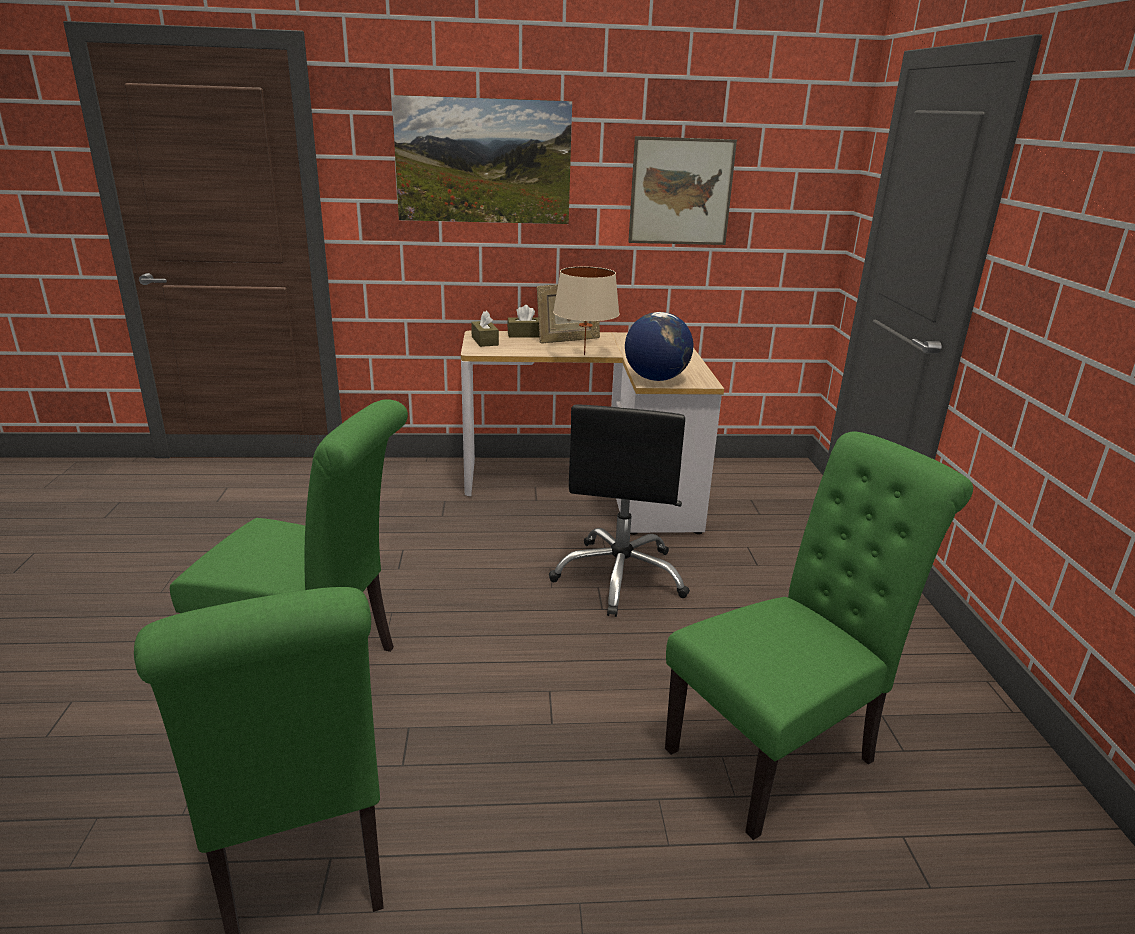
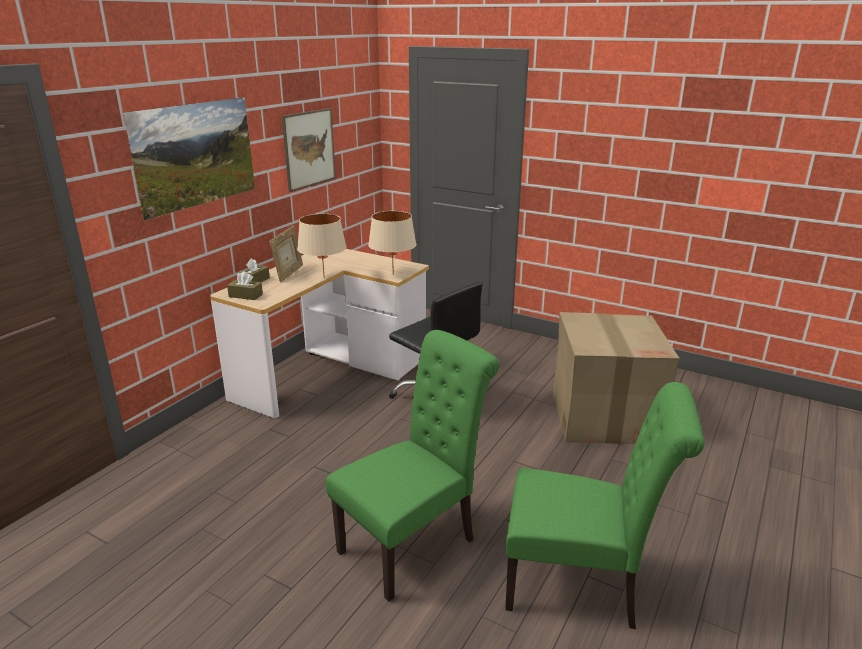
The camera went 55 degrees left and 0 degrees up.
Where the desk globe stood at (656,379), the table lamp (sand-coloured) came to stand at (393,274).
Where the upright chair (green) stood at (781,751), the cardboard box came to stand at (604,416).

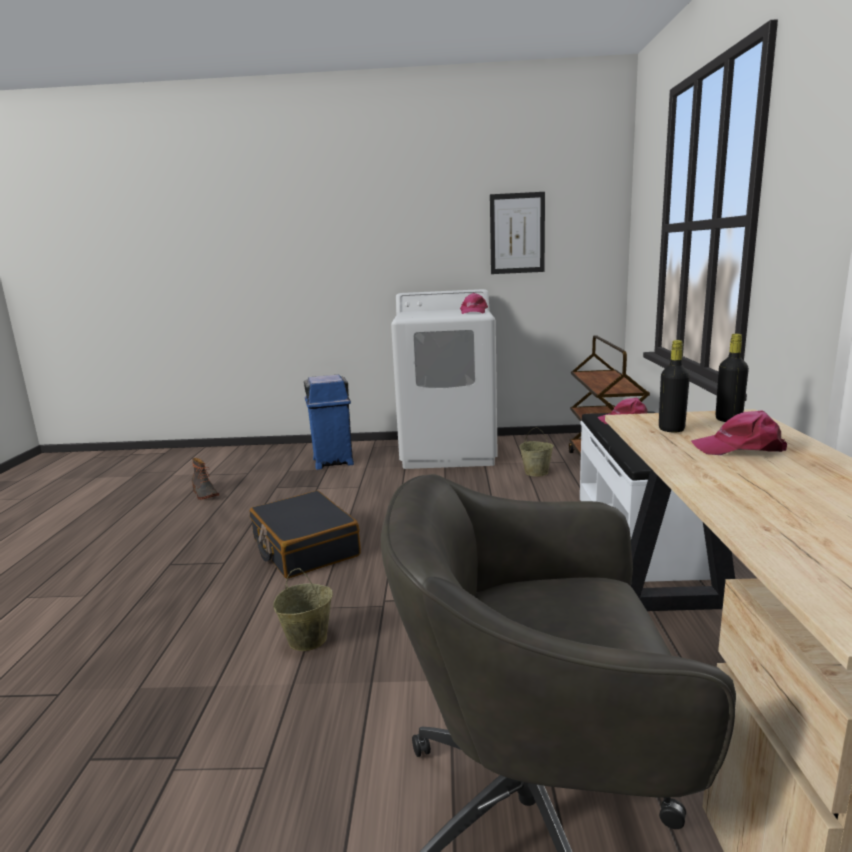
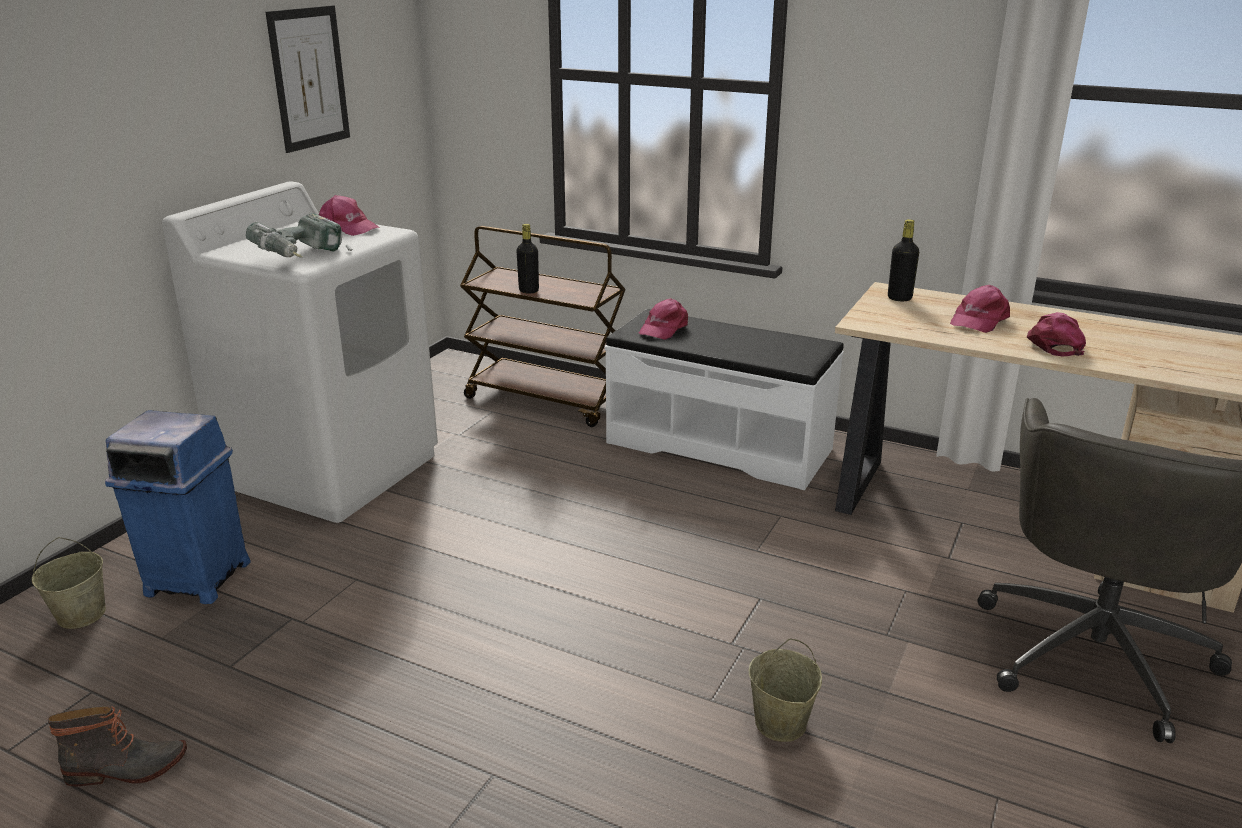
The camera went 65 degrees left and 10 degrees up.
The water bucket (sand-coloured) ended up elsewhere, having gone from (536,472) to (82,614).
The second view gained the drill at (304,258).
The drink bottle (blackish) ended up elsewhere, having gone from (671,429) to (529,291).
The second view gained the baseball cap (pink) at (1054,343).
The second view lost the suitcase (blackish) at (304,548).

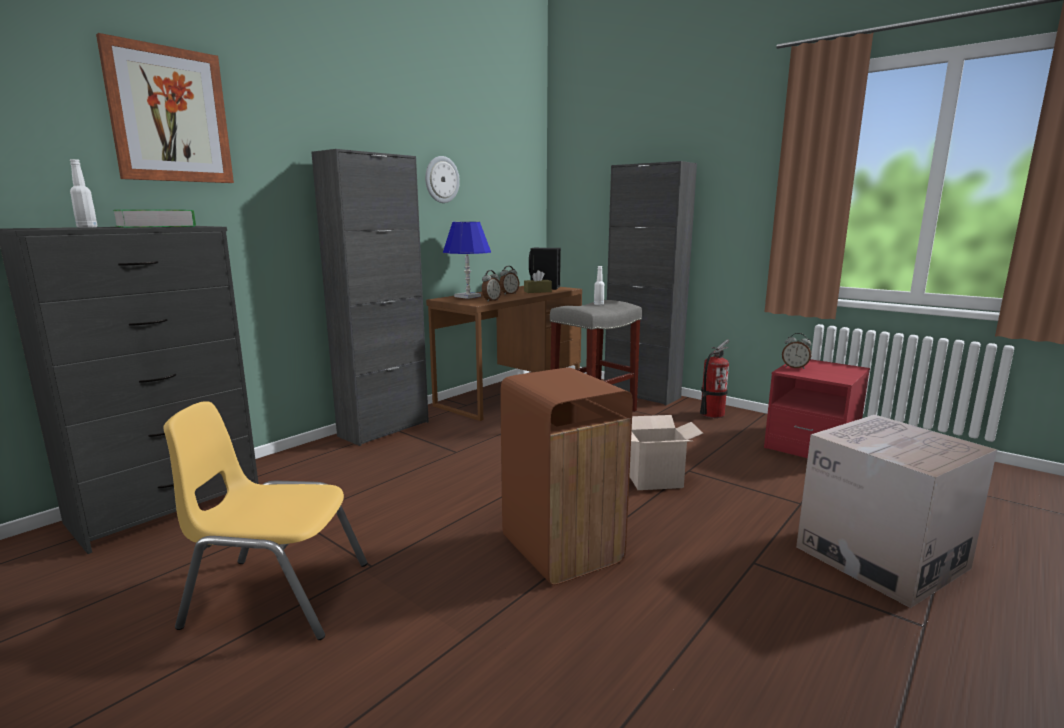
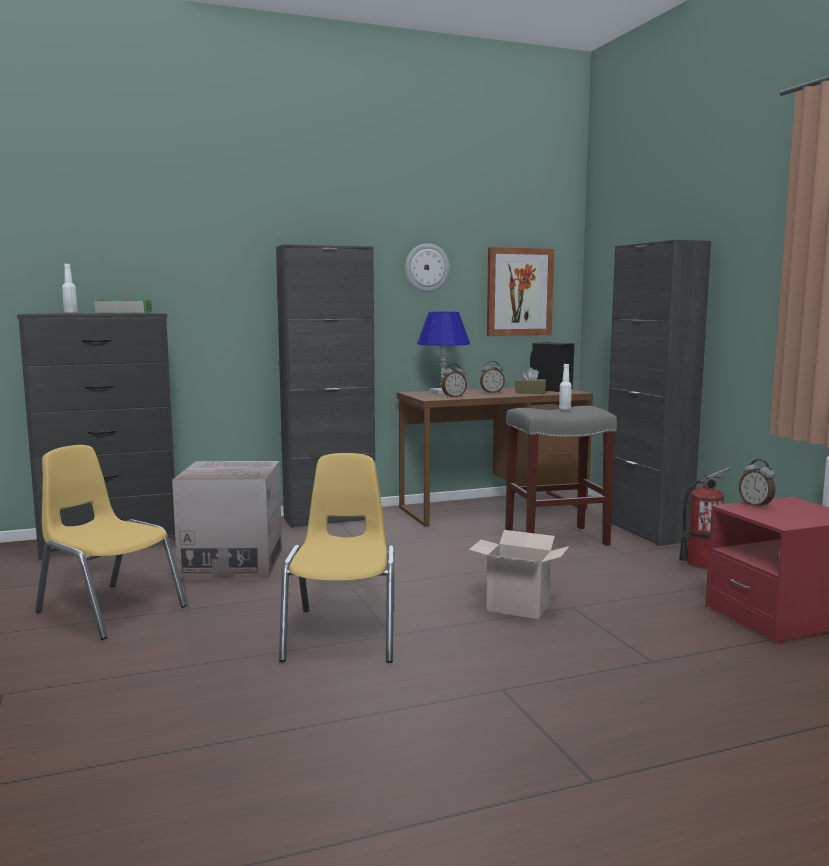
The camera went 30 degrees right and 5 degrees down.
The cardboard box ended up elsewhere, having gone from (880,557) to (232,563).
Where the trash can (brown) stood at (562,549), the upright chair (yellow) came to stand at (343,634).
The wall picture ended up elsewhere, having gone from (169,115) to (519,292).

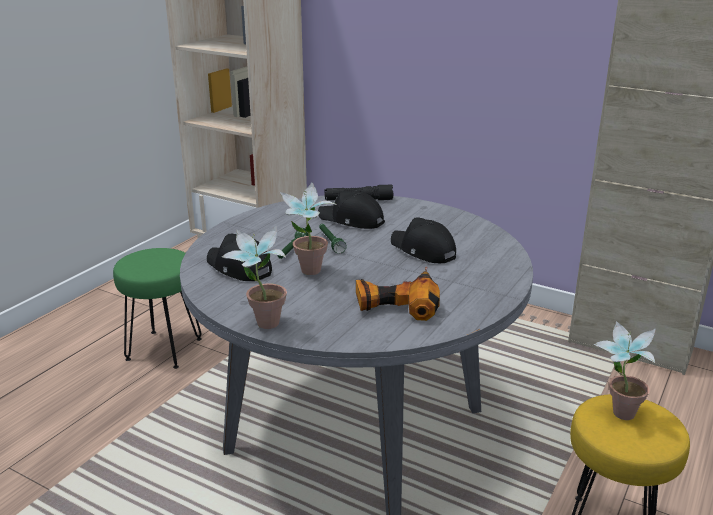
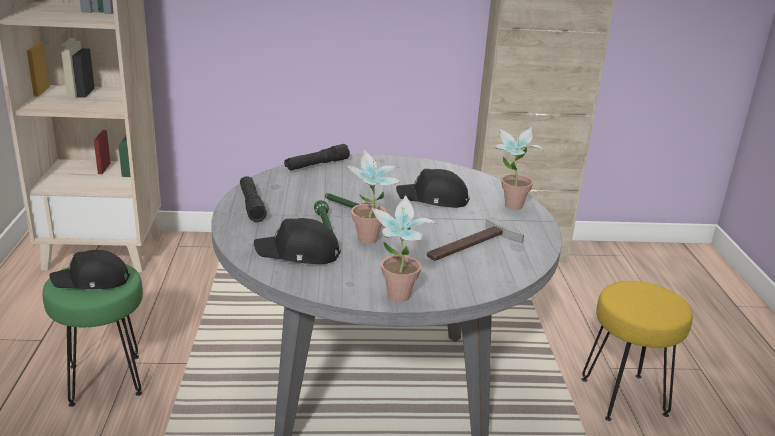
The camera went 35 degrees left and 0 degrees up.
The baseball cap (blackish) ended up elsewhere, having gone from (351,220) to (92,281).
The second view gained the hand torch (blackish) at (251,205).
Where the drill stood at (397,301), the hammer came to stand at (473,247).
The potted plant ended up elsewhere, having gone from (616,414) to (509,208).

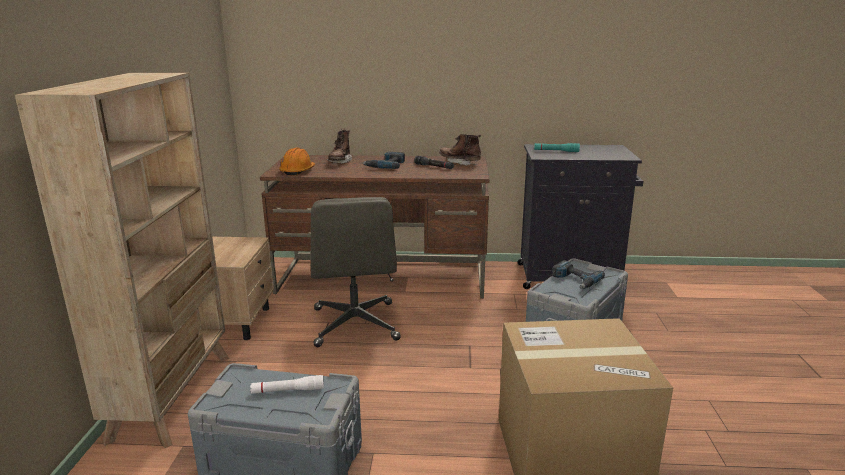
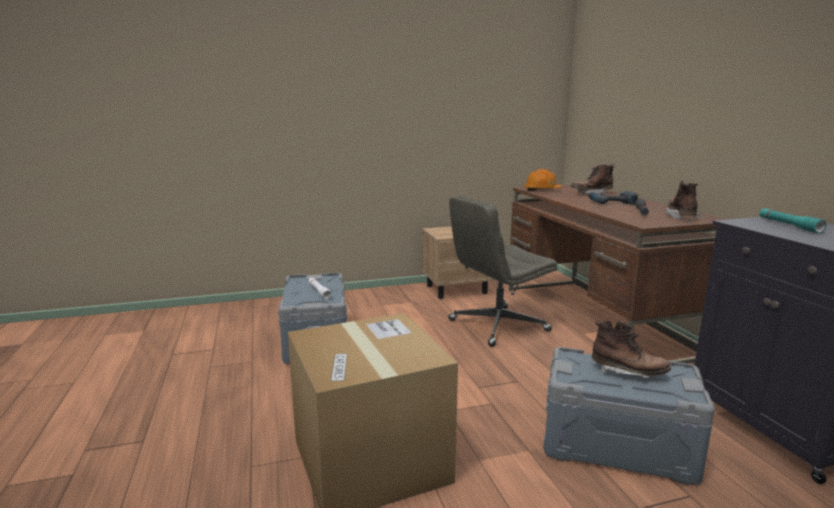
The camera went 70 degrees right and 5 degrees down.
Where the drill stood at (575,280), the boot (brown) came to stand at (628,372).
The second view lost the shelving unit (sand-coloured) at (173,395).

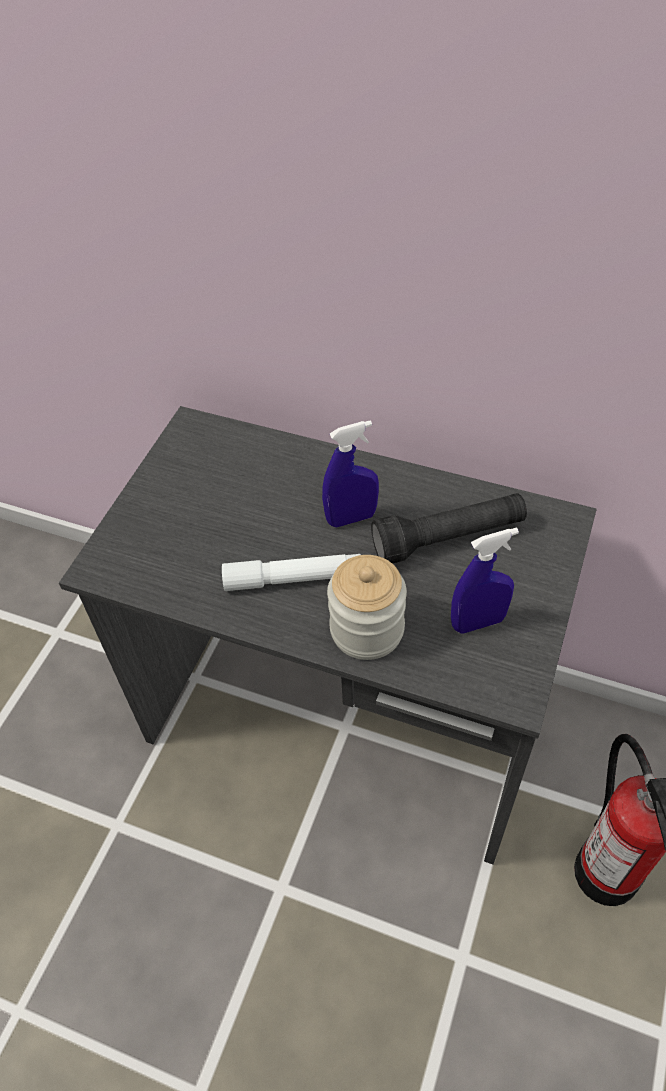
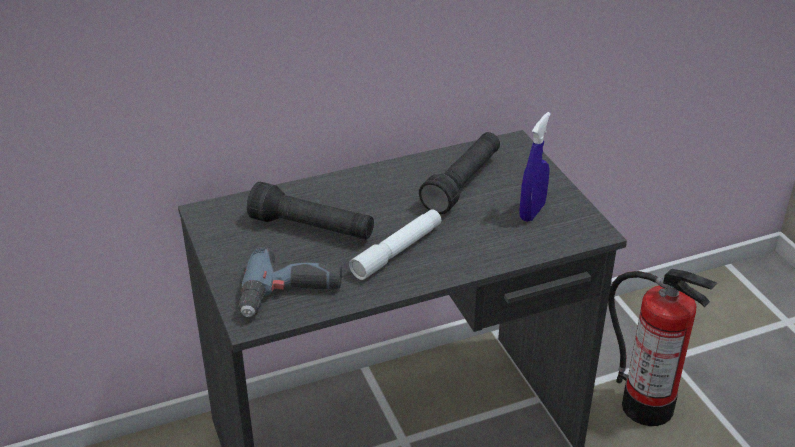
The camera went 45 degrees left and 15 degrees down.
The second view gained the drill at (290,295).
The second view gained the hand torch (blackish) at (312,228).
The second view lost the sprayer (blue-coloured) at (351,518).
The second view lost the jar at (367,629).

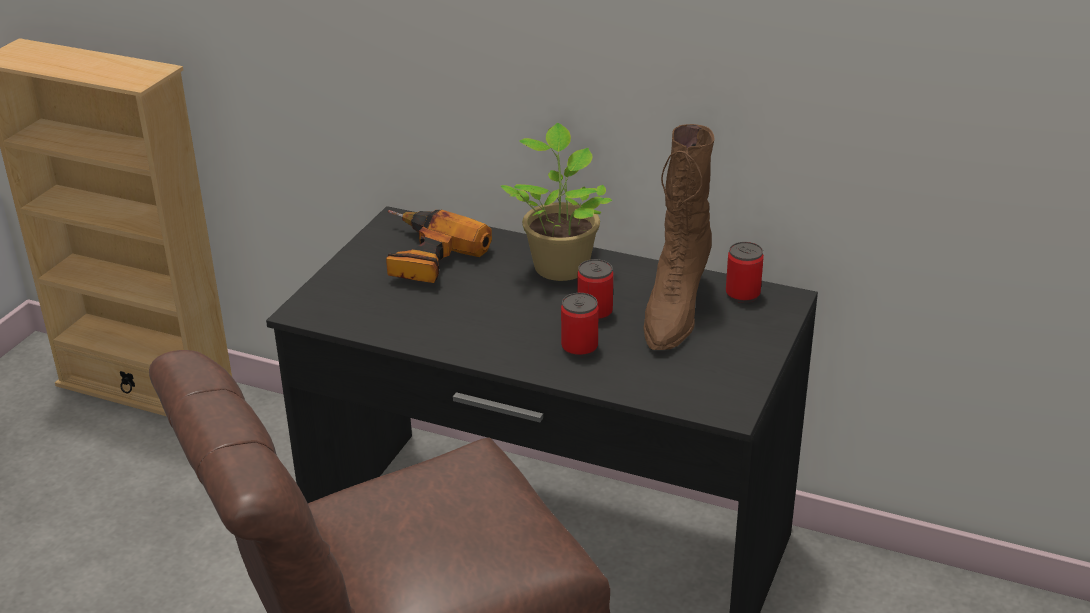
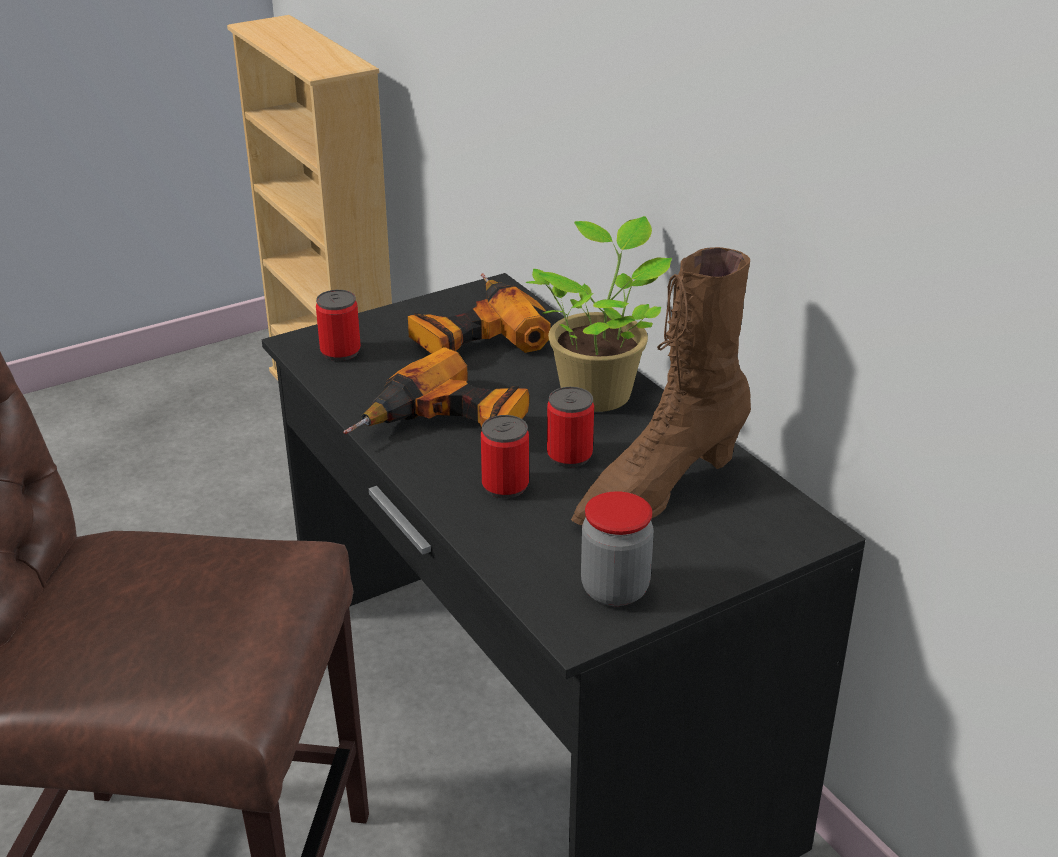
The camera went 35 degrees right and 0 degrees up.
The sealed can ended up elsewhere, having gone from (742,294) to (340,352).
The second view gained the drill at (446,426).
The second view gained the jar at (615,589).

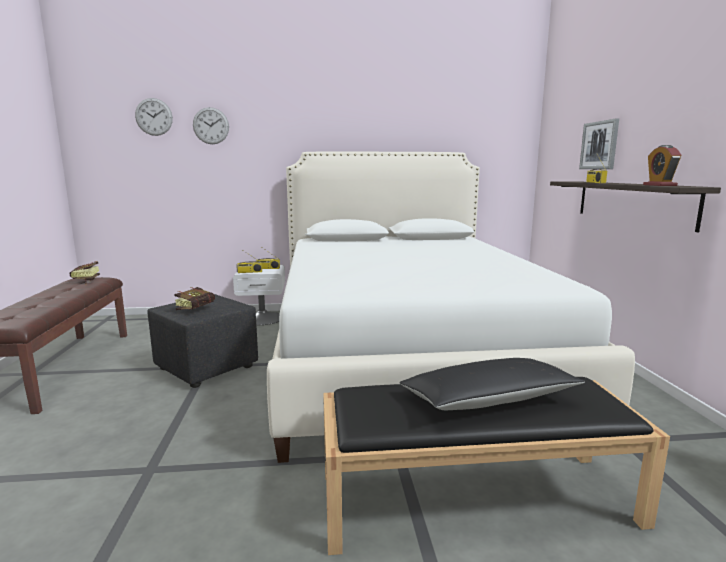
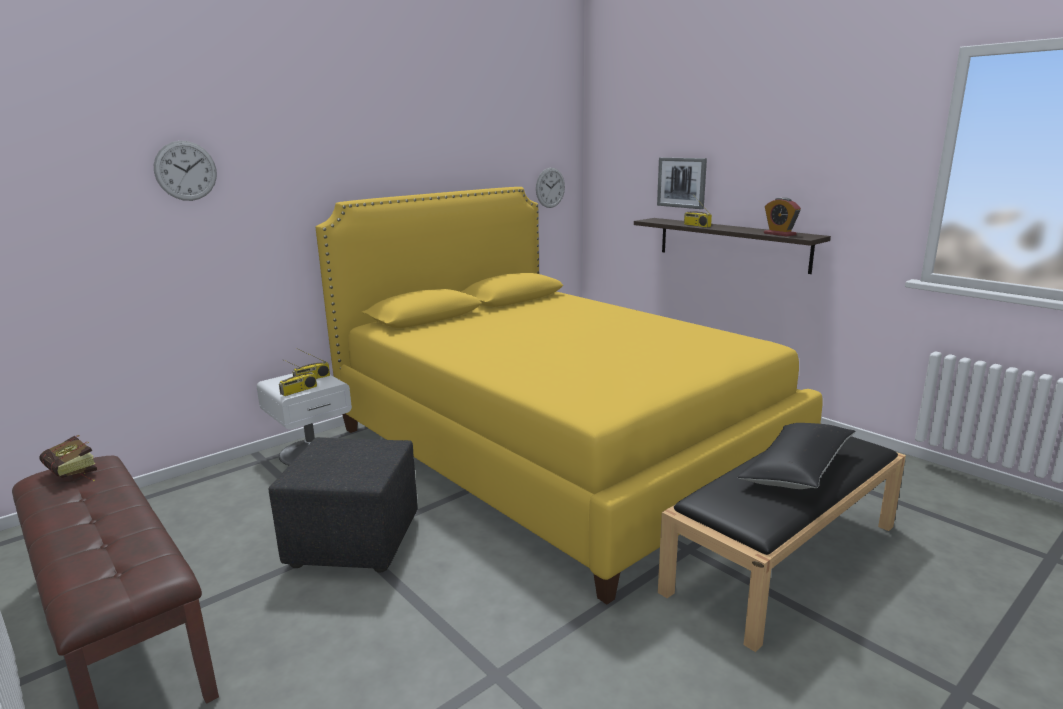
The camera went 35 degrees left and 5 degrees up.
What was the sleeping bed (white) at (406,356) turned into the sleeping bed (yellow) at (557,448).
The hanging clock ended up elsewhere, having gone from (154,117) to (550,187).
The second view lost the book at (198,309).

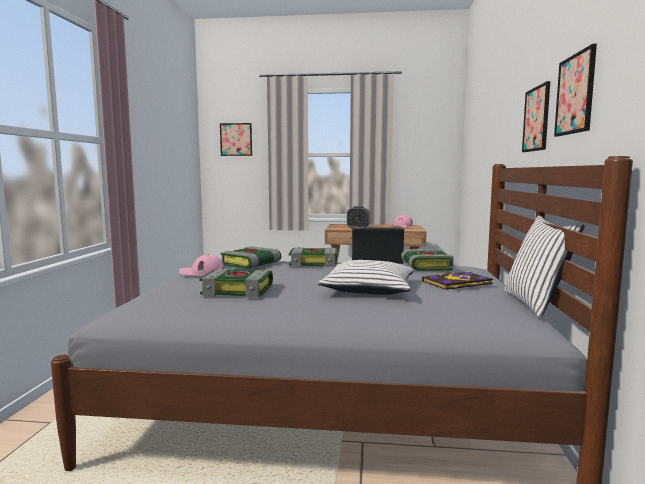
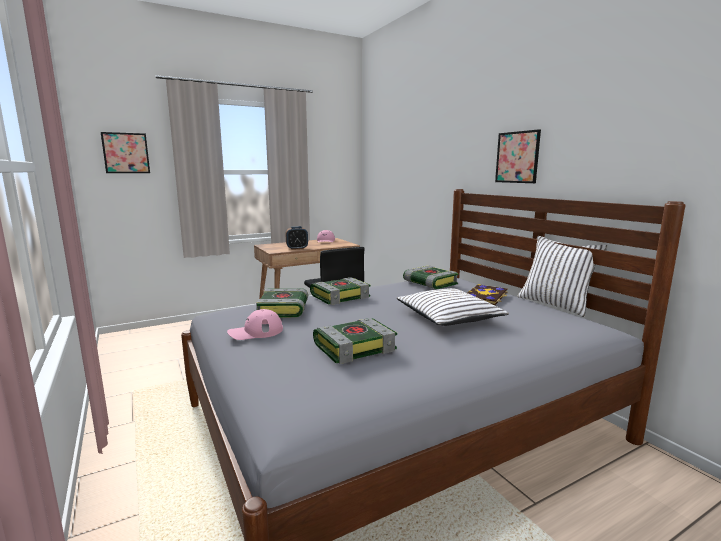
The camera went 35 degrees left and 5 degrees up.
The second view lost the wall picture at (575,94).

